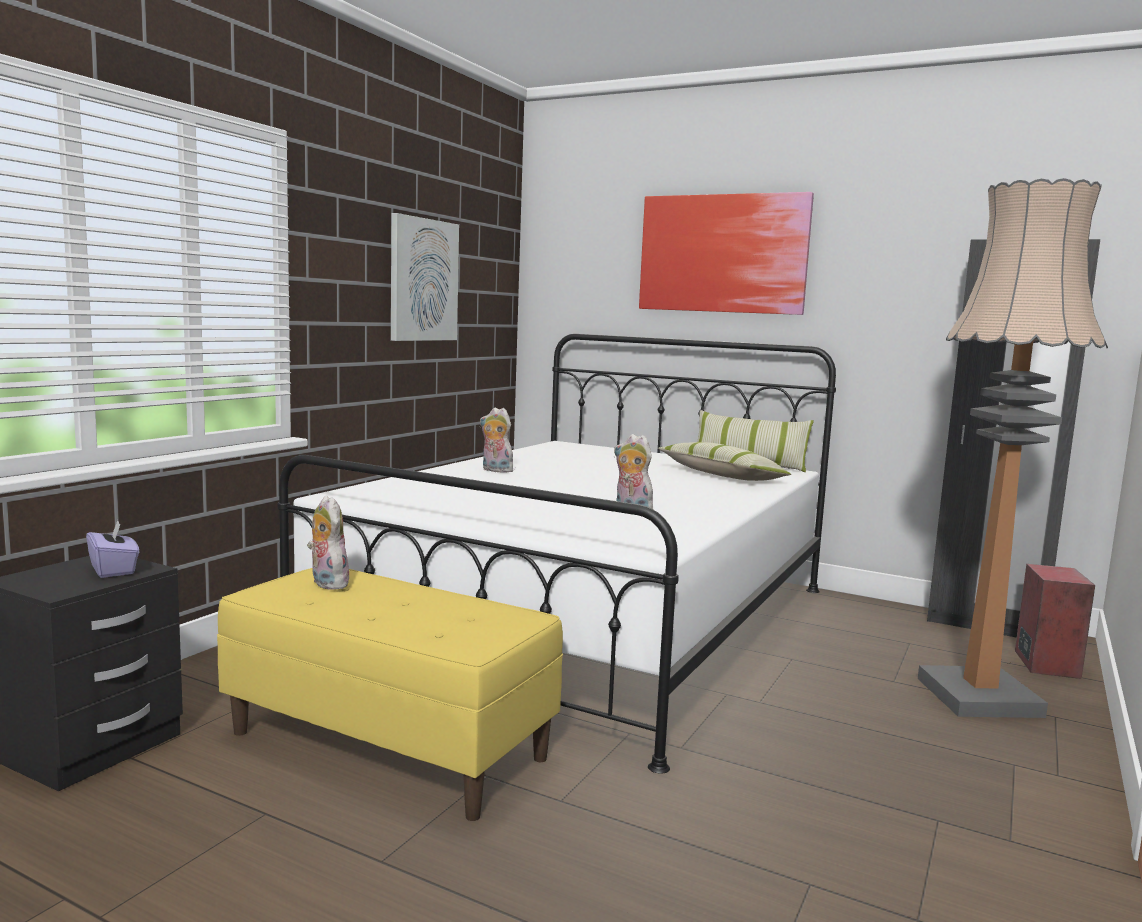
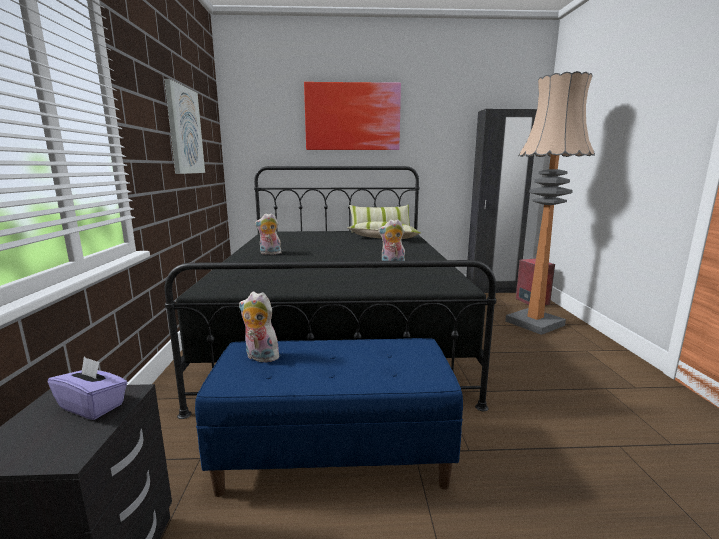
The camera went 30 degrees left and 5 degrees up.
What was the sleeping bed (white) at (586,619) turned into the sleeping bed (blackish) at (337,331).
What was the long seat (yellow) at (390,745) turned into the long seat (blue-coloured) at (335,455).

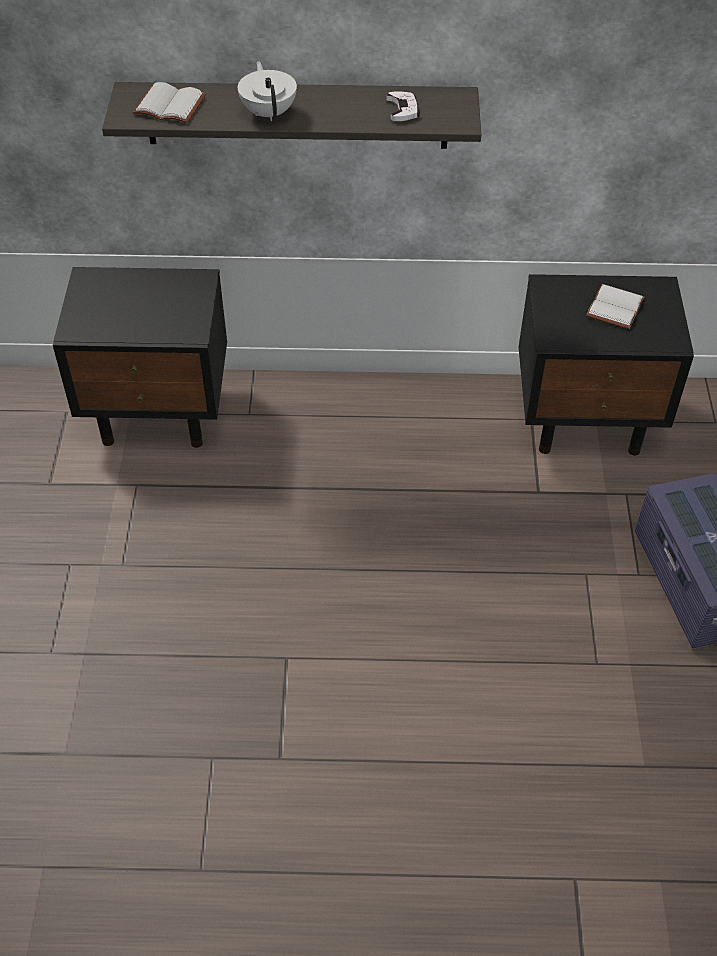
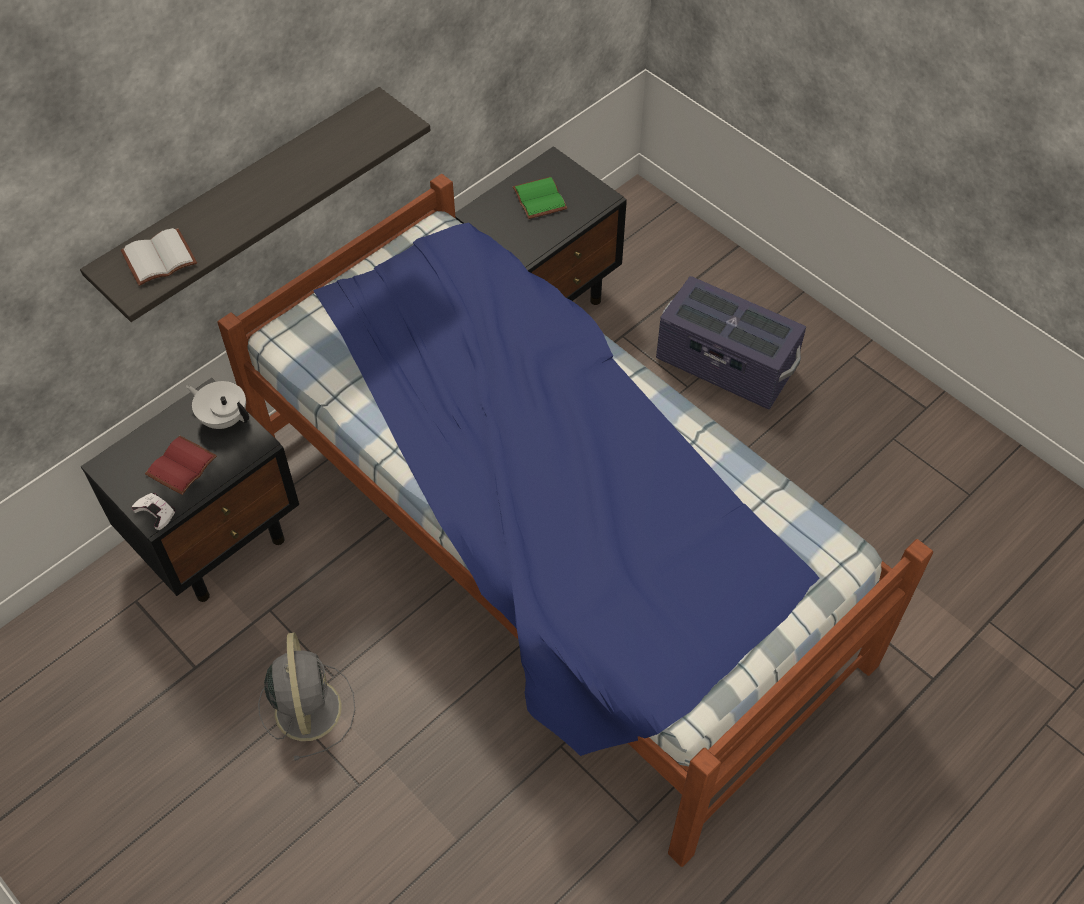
The camera went 45 degrees left and 5 degrees up.
The joypad (white) ended up elsewhere, having gone from (402,109) to (155,512).
The second view gained the book (red) at (181,464).
The pot for tea (white) ended up elsewhere, having gone from (269,112) to (223,418).
The second view gained the sleeping bed at (550,557).
The second view gained the fan (gray) at (307,706).
What was the book (white) at (613,307) turned into the book (green) at (538,199).

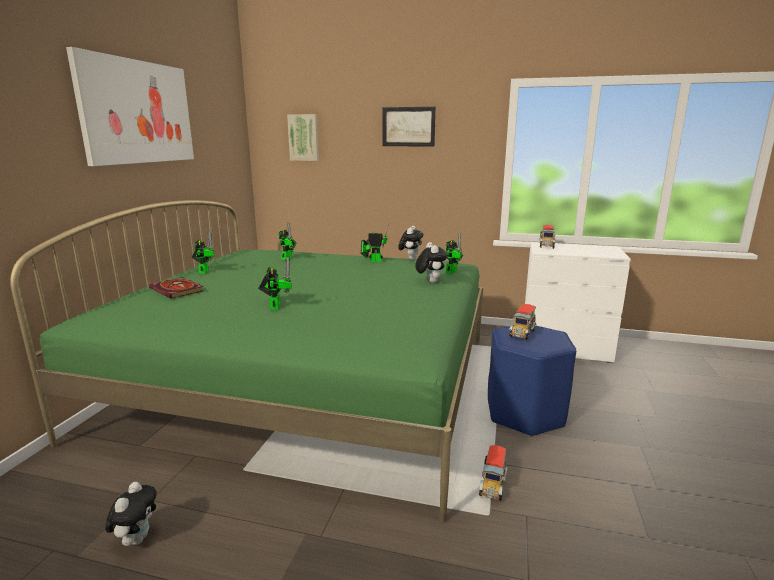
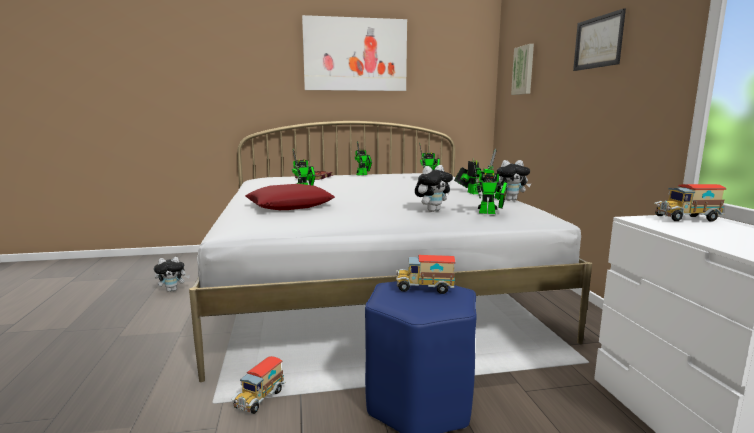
The camera went 65 degrees right and 5 degrees down.
What was the sleeping bed (green) at (308,383) turned into the sleeping bed (white) at (370,285).
The toy truck at (492,486) ended up facing another way, 60 degrees counterclockwise from before.
The second view gained the throw pillow (red) at (290,205).

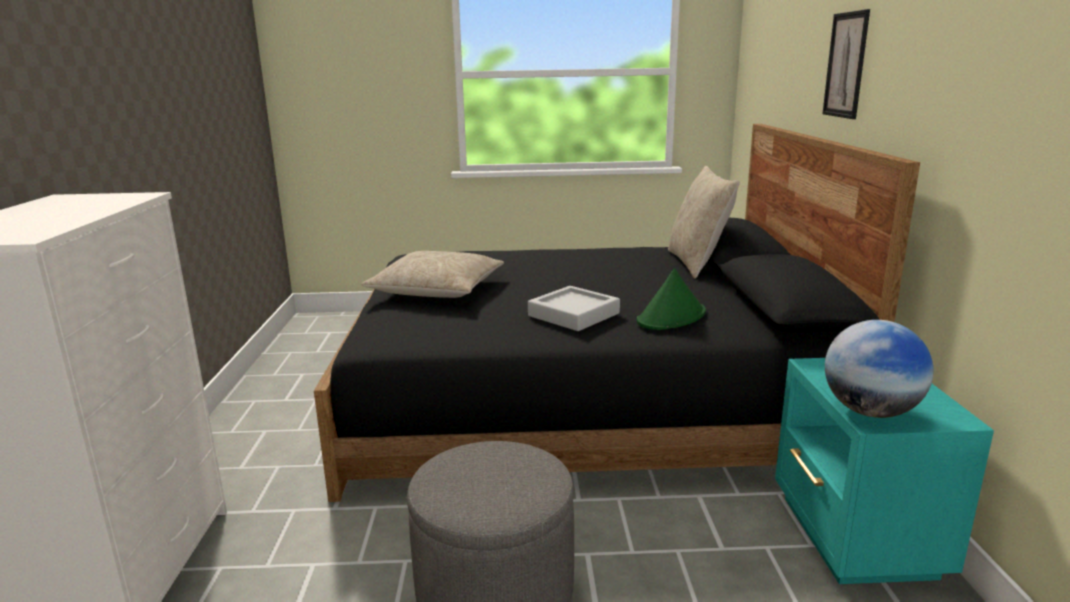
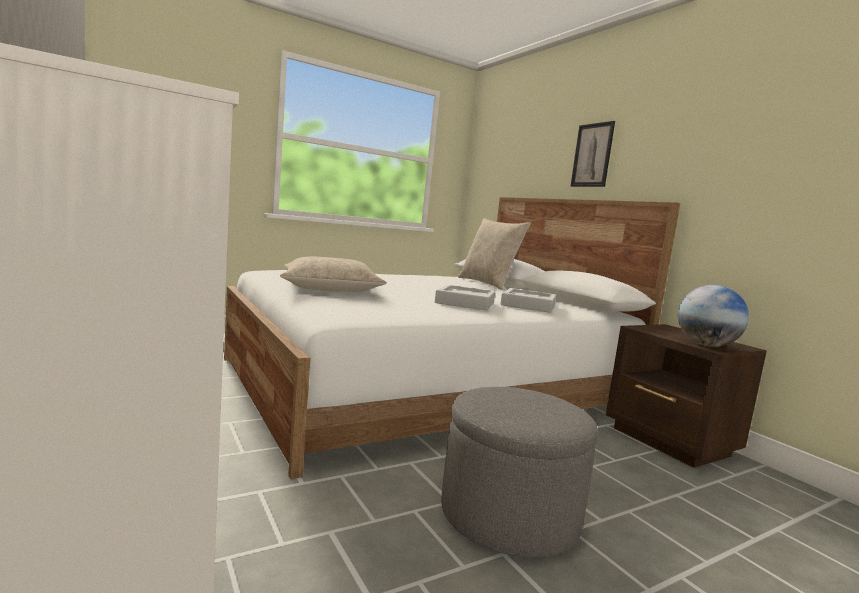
The camera went 30 degrees left and 10 degrees down.
What was the sleeping bed (blackish) at (583,401) turned into the sleeping bed (white) at (427,386).
Where the hat (green) stood at (671,317), the carrying tray (gray) came to stand at (528,305).
What was the bedside table (turquoise-coloured) at (855,537) turned into the bedside table (brown) at (670,442).

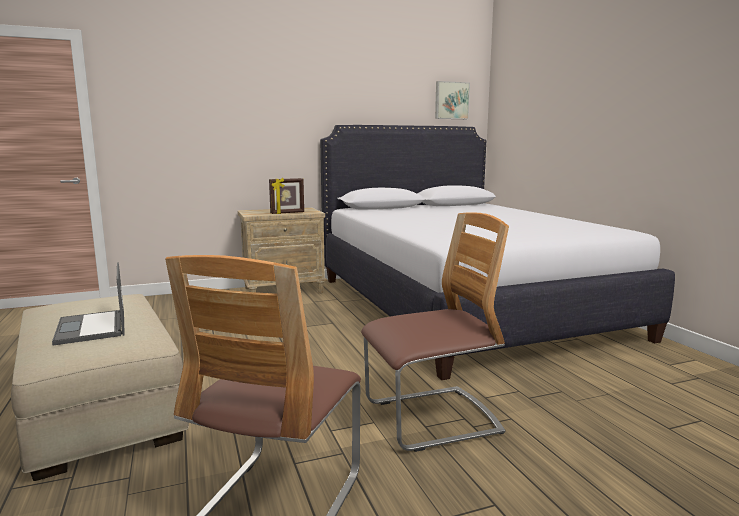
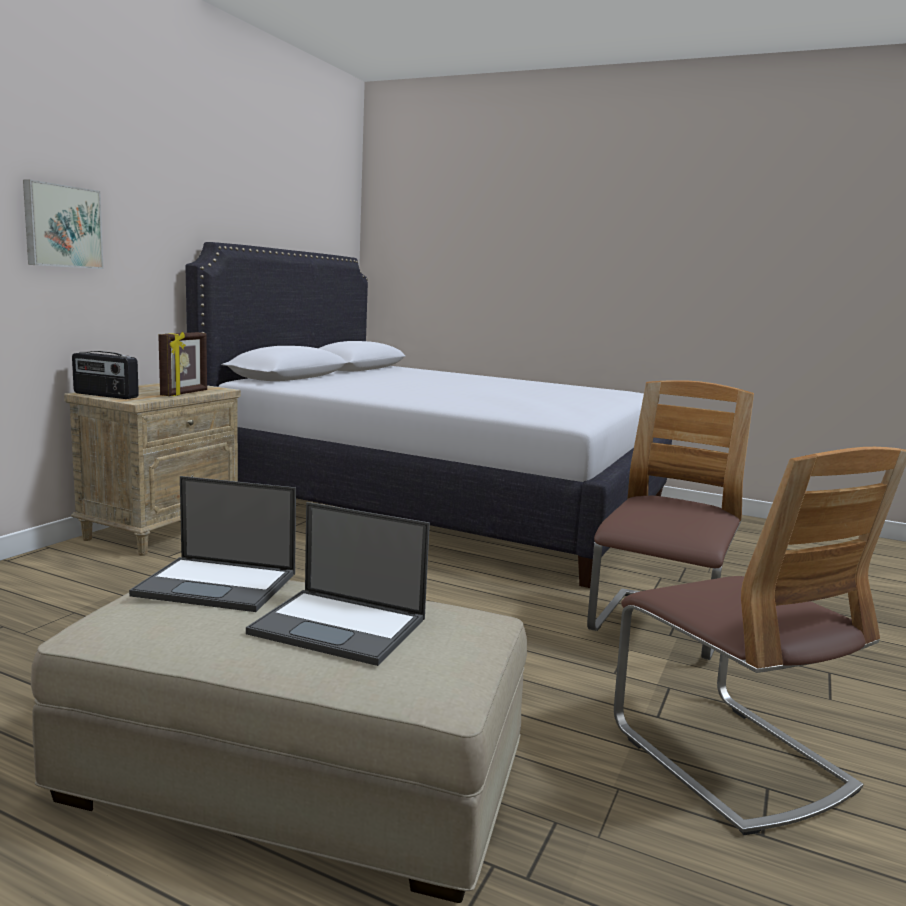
The camera went 45 degrees left and 0 degrees up.
The wall picture ended up elsewhere, having gone from (451,100) to (62,226).
The second view gained the radio set at (105,395).
The second view gained the notebook computer at (219,584).

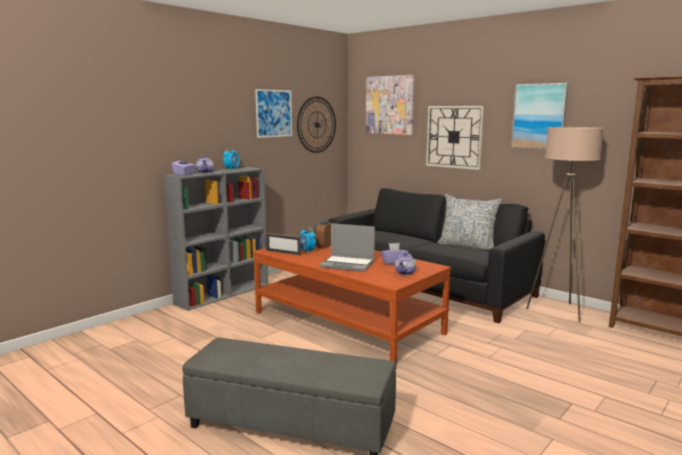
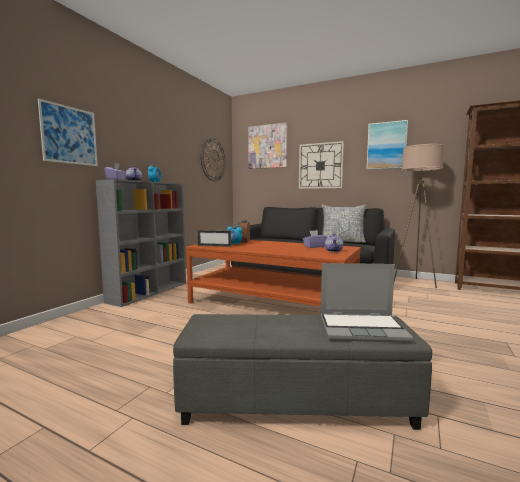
The camera went 15 degrees left and 5 degrees down.
The wall picture ended up elsewhere, having gone from (274,113) to (69,135).
The notebook computer ended up elsewhere, having gone from (348,264) to (362,328).

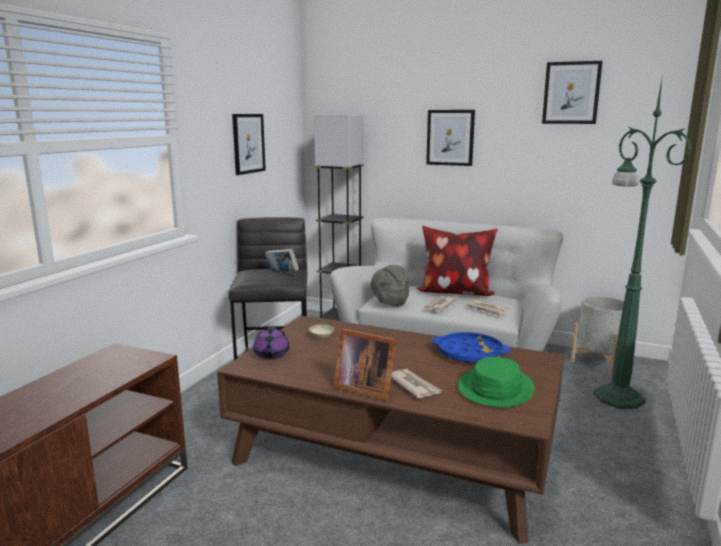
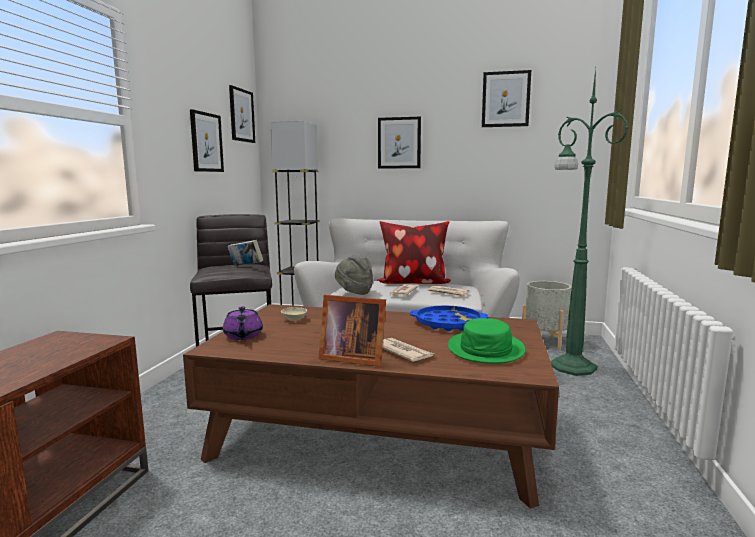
The camera went 10 degrees left and 5 degrees down.
The second view gained the wall picture at (241,115).

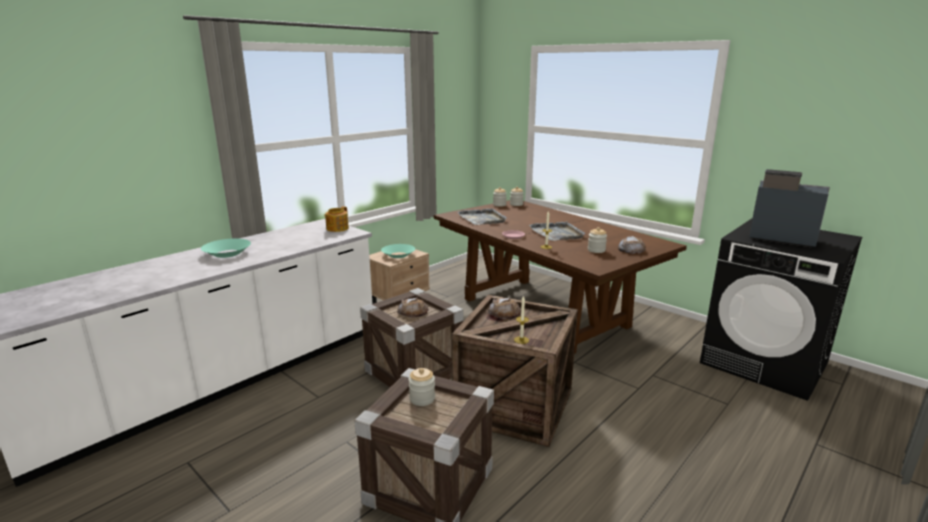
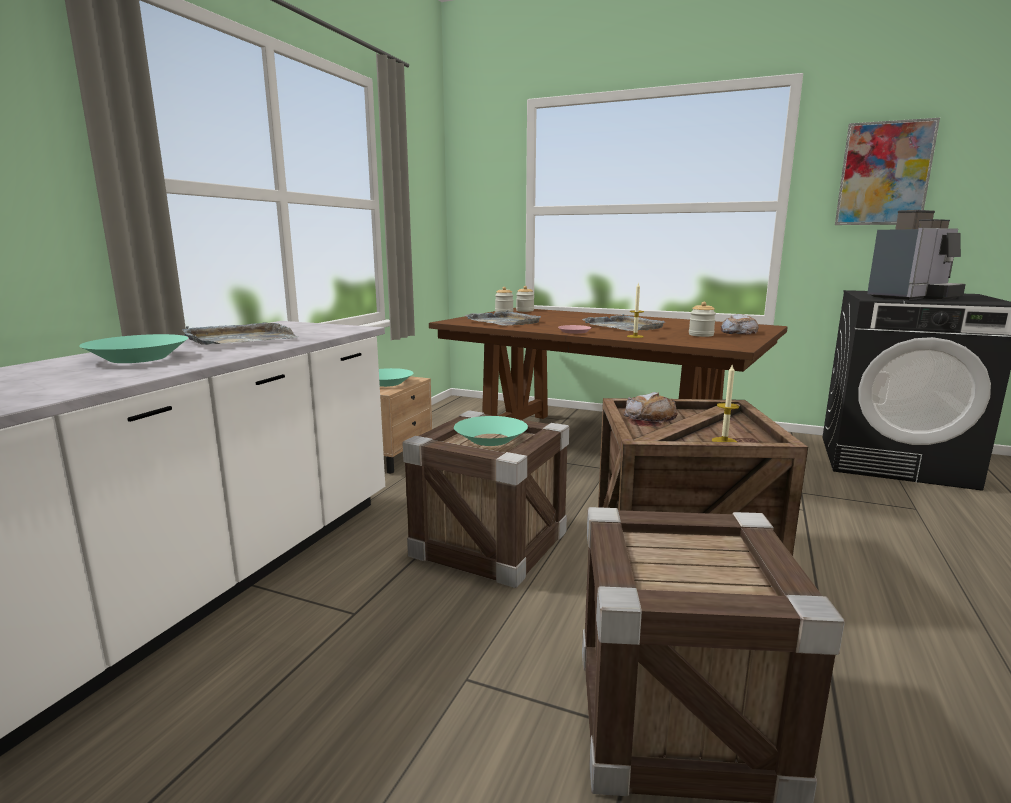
The camera went 20 degrees left and 5 degrees down.
The second view gained the carrying tray (gray) at (239,339).
Where the bakery bread stood at (413,311), the deep dish (turquoise-coloured) came to stand at (491,439).
The second view gained the wall picture at (884,174).
The coffee machine at (779,238) ended up facing another way, 135 degrees clockwise from before.
The second view lost the pot for tea at (336,229).
The second view lost the jar at (422,399).

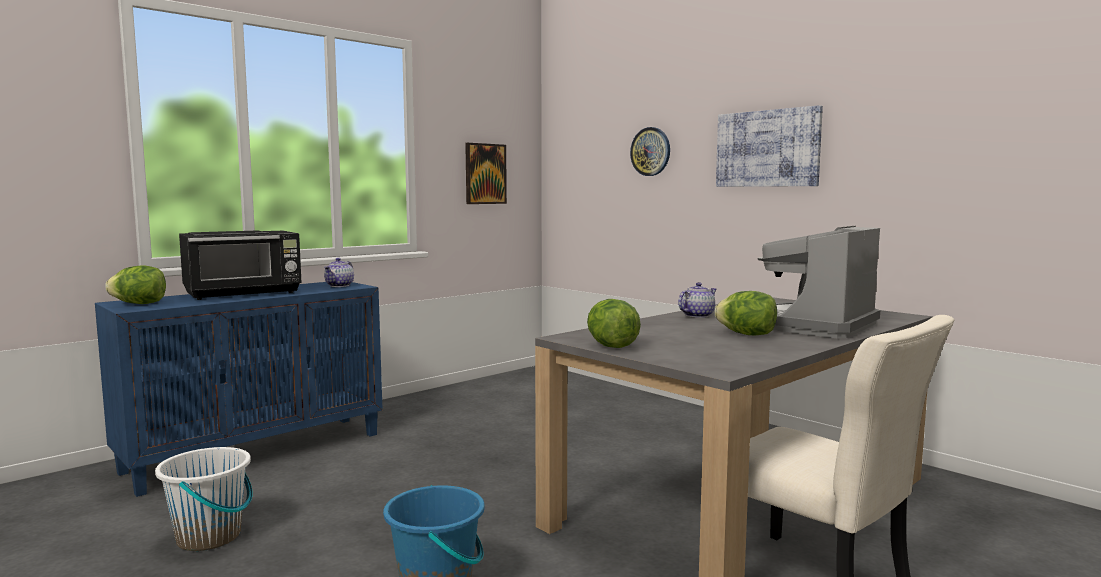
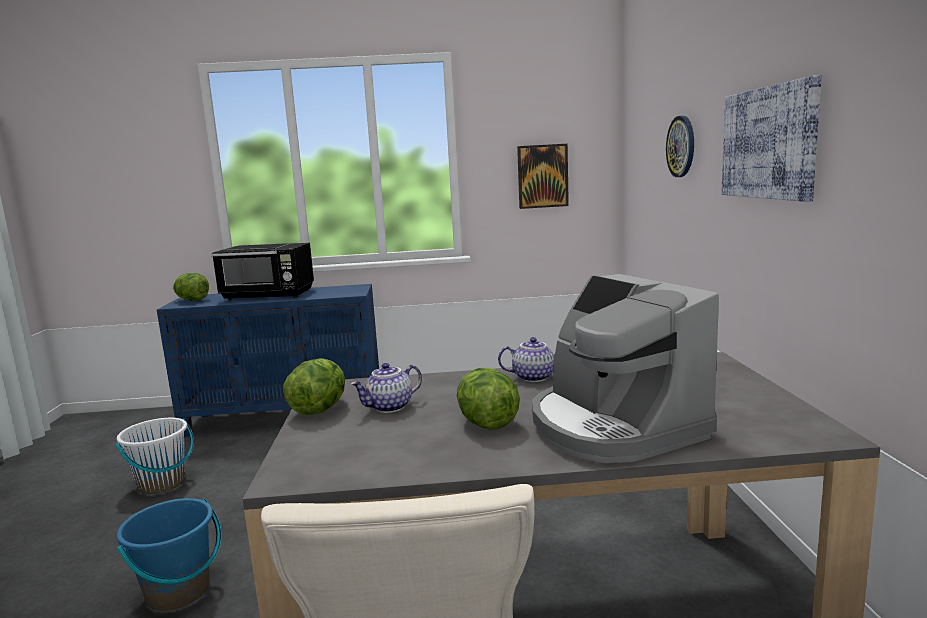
The camera went 40 degrees right and 5 degrees up.
The pot for tea ended up elsewhere, having gone from (340,286) to (389,407).
The coffee machine at (813,326) ended up facing another way, 105 degrees counterclockwise from before.

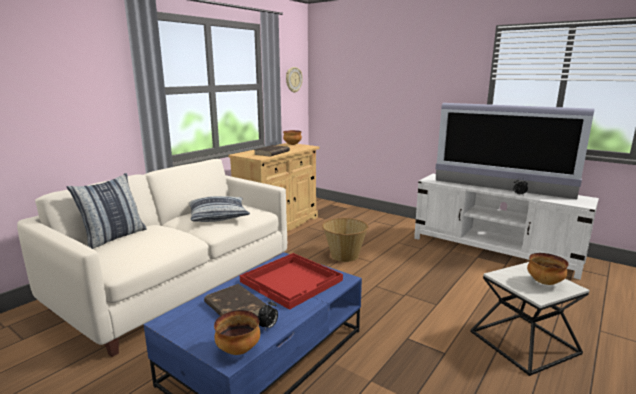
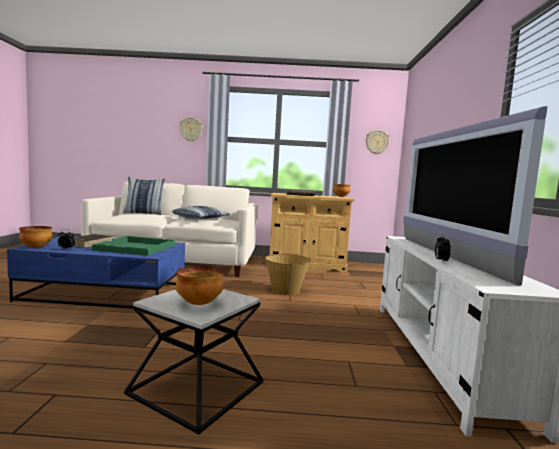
The camera went 55 degrees right and 10 degrees down.
What was the carrying tray (red) at (292,281) turned into the carrying tray (green) at (136,247).
The second view gained the hanging clock at (191,129).

